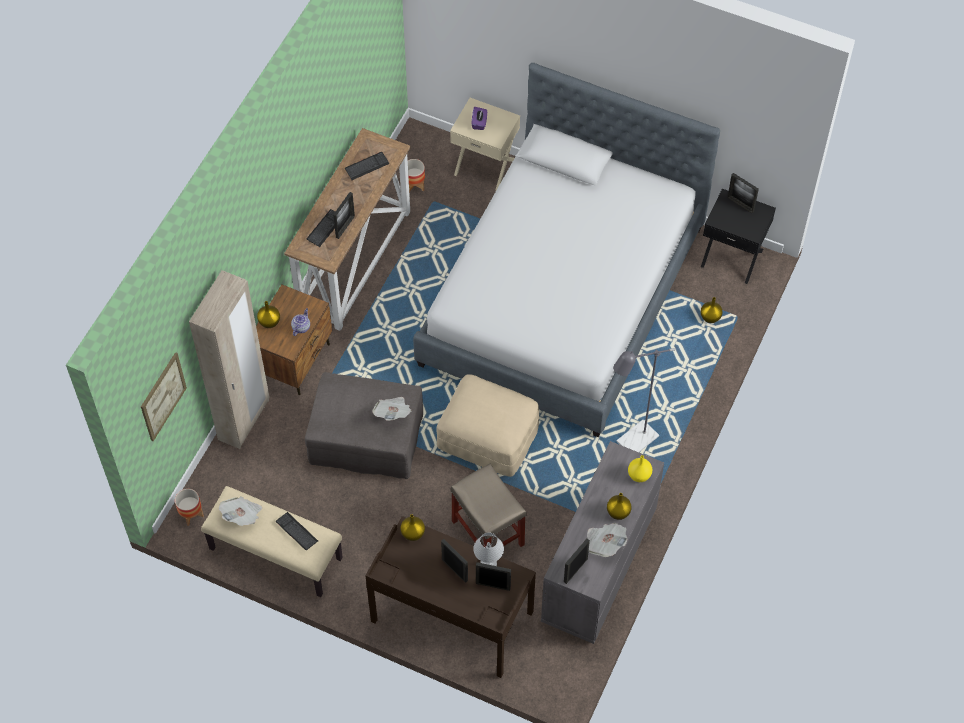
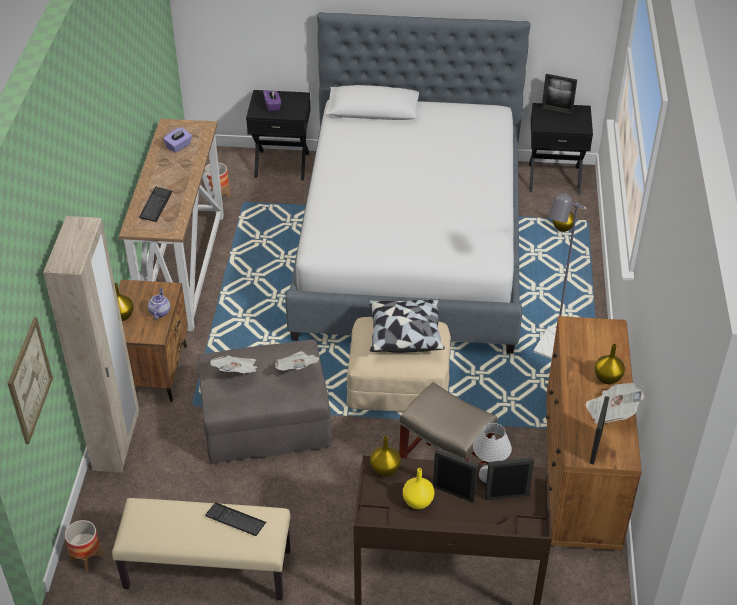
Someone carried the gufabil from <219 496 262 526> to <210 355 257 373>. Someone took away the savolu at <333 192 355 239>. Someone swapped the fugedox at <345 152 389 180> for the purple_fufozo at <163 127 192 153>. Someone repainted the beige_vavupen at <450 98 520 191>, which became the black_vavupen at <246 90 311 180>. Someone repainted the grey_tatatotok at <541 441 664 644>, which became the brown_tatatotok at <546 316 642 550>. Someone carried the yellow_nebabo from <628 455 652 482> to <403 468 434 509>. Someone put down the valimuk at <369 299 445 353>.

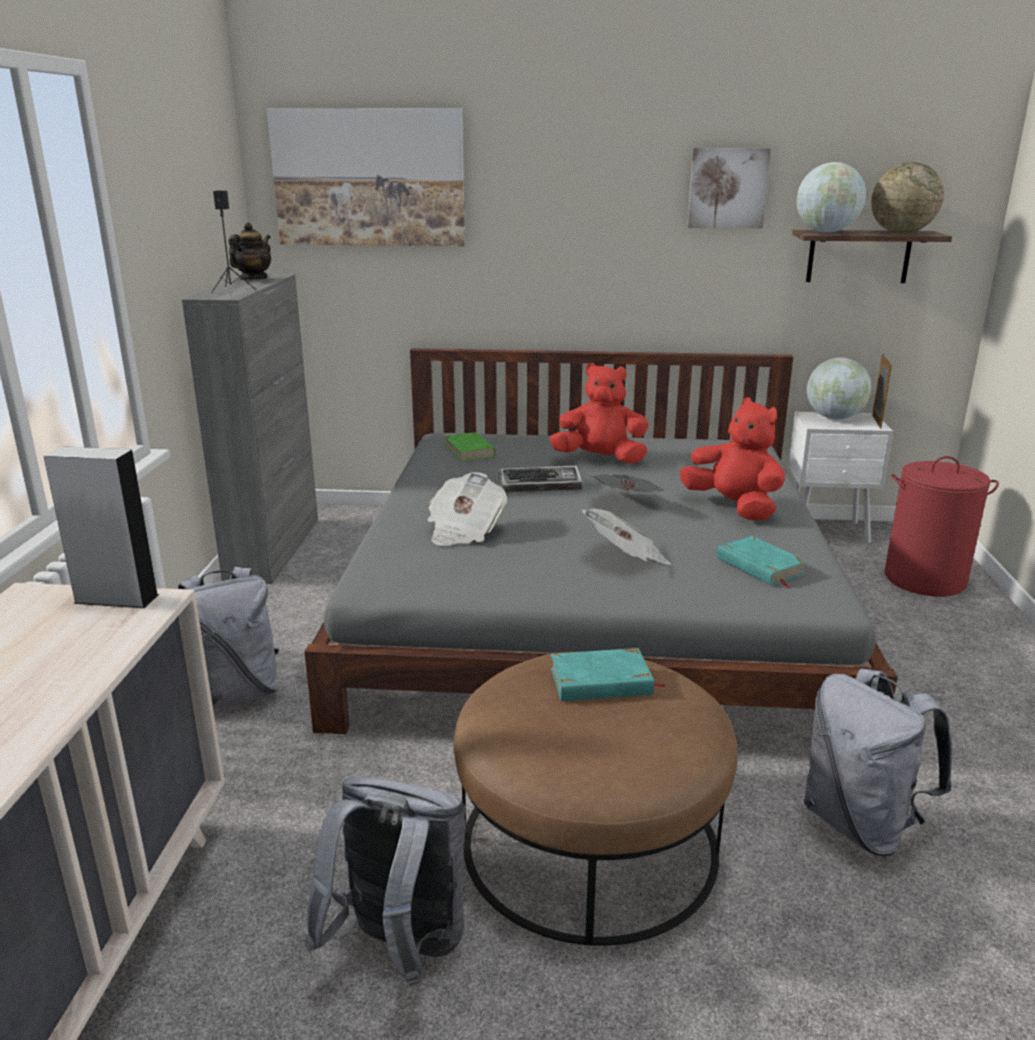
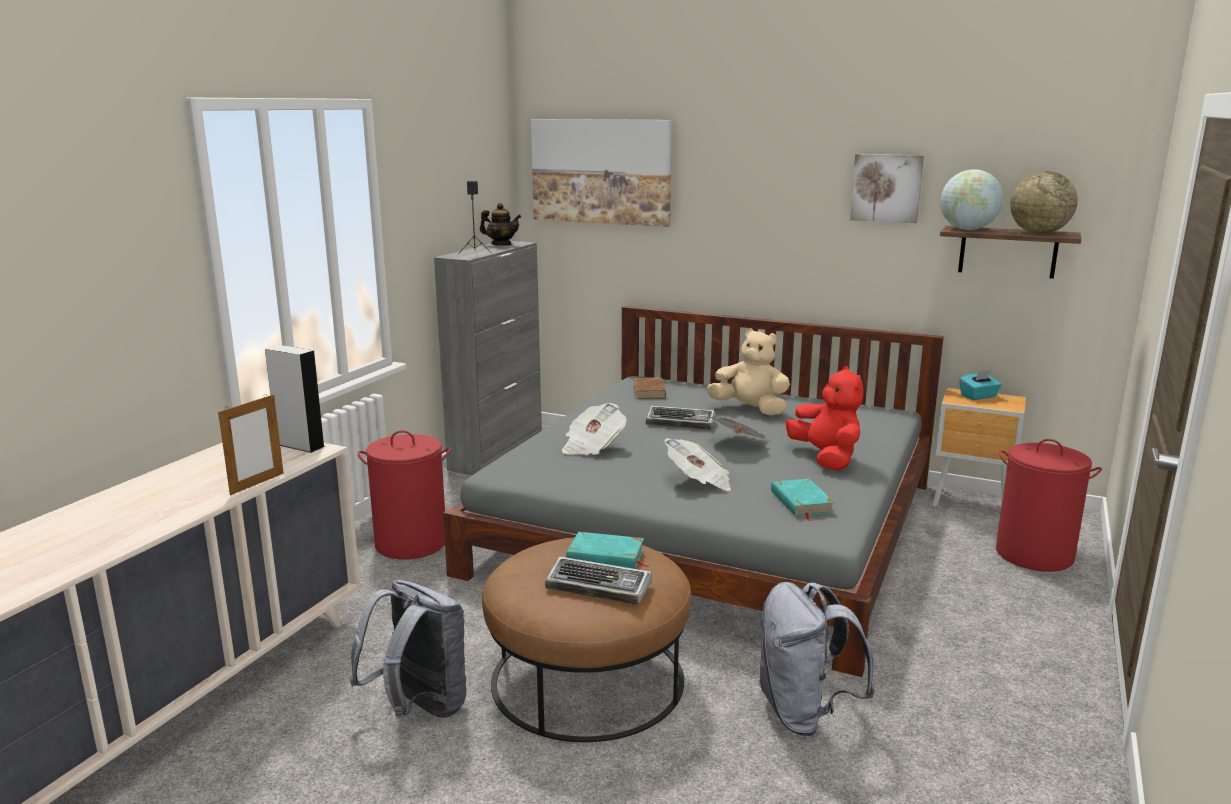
Someone swapped the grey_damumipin at <178 567 279 709> for the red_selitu at <358 430 451 559>. Someone rotated the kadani at <229 222 271 280> by 60 degrees clockwise. Someone repainted the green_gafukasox at <444 432 495 462>, which became the brown_gafukasox at <633 378 666 399>. Someone repainted the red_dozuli at <549 363 649 464>, which became the beige_dozuli at <706 328 790 415>. Someone repainted the white_vavupen at <788 412 893 544>, which became the brown_vavupen at <932 388 1026 507>. Someone swapped the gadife at <807 357 871 419> for the turquoise_fufozo at <959 371 1002 400>. Someone carried the savolu from <872 353 892 429> to <218 394 284 495>. Someone put down the fugedox at <545 556 652 605>.

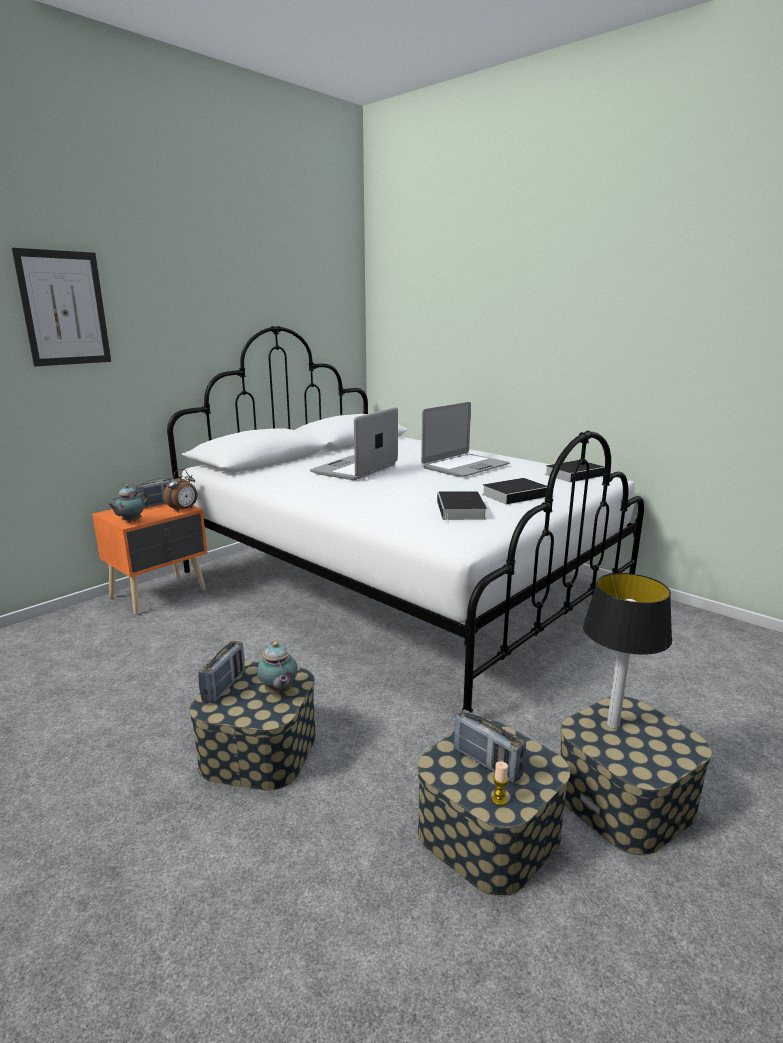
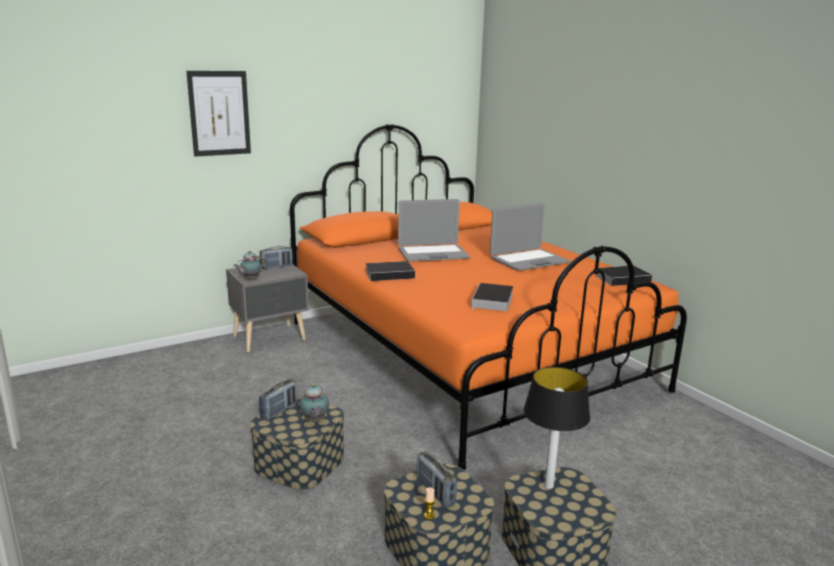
Someone repainted the orange_vavupen at <92 504 207 615>, which became the grey_vavupen at <226 265 309 352>. Someone took away the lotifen at <164 469 197 512>. Someone repainted the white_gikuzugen at <167 326 644 712>, which became the orange_gikuzugen at <290 124 687 470>. Someone rotated the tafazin at <310 407 398 480> by 150 degrees counterclockwise. Someone carried the gafukasox from <482 478 554 504> to <365 261 422 281>.

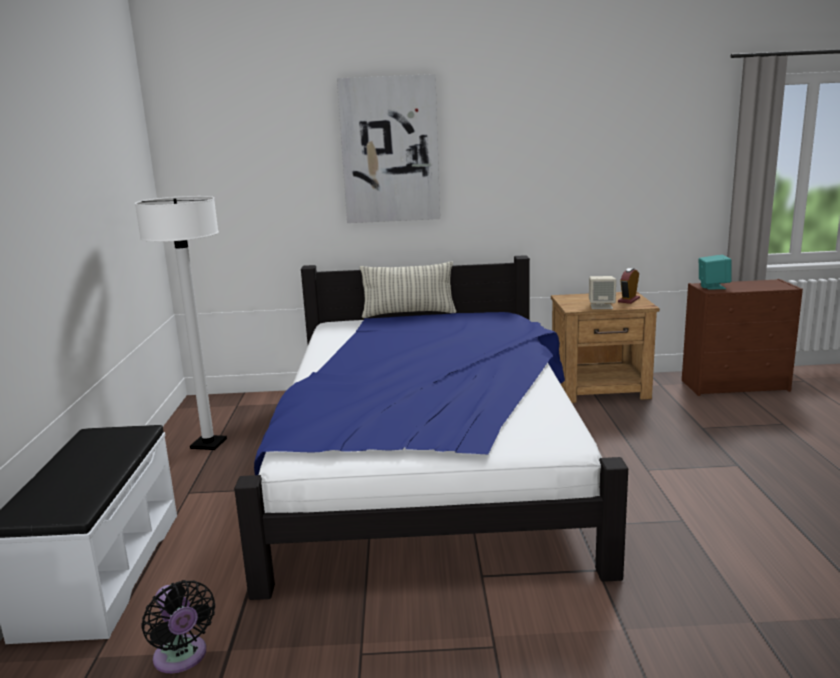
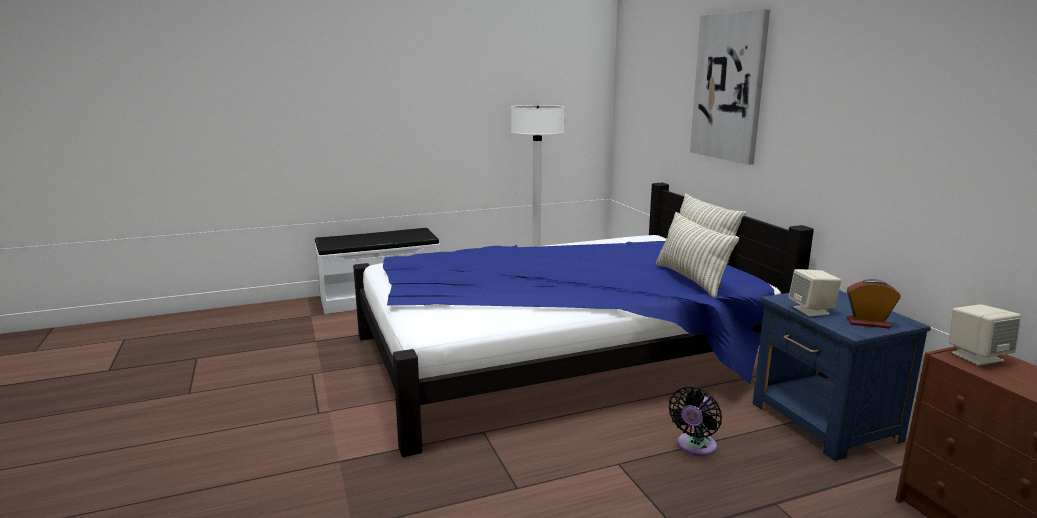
Someone carried the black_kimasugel from <141 580 215 673> to <669 386 722 456>. Someone repainted the brown_vavupen at <551 292 660 403>, which became the blue_vavupen at <753 290 931 461>. Someone repainted the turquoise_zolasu at <699 255 732 290>, which became the beige_zolasu at <948 304 1021 366>. Someone put down the valimuk at <656 212 739 298>.

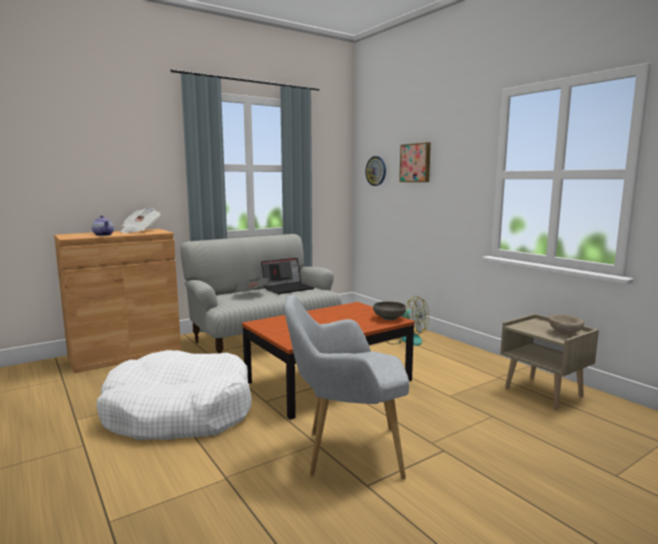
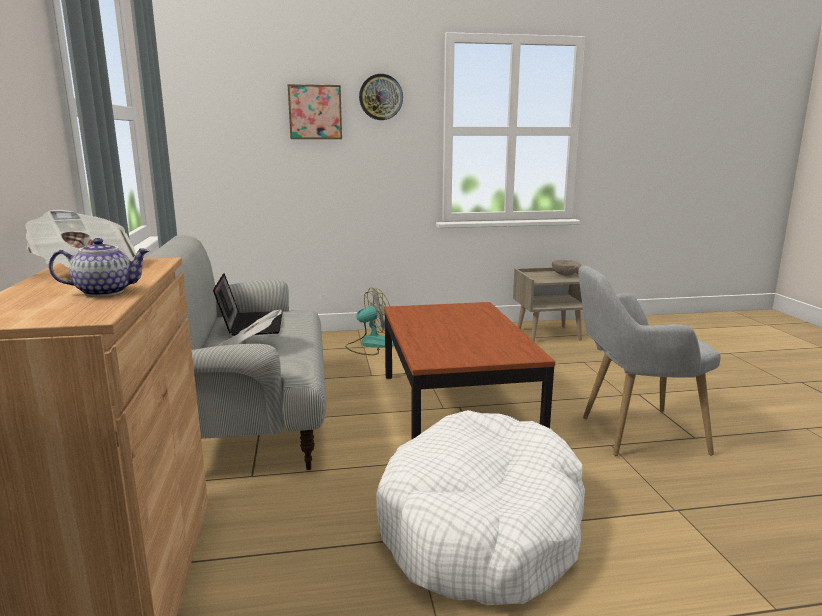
Someone rotated the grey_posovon at <284 295 409 480> by 60 degrees clockwise. Someone carried the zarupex from <365 156 386 186> to <359 74 403 120>. Someone took away the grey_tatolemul at <373 301 406 320>.

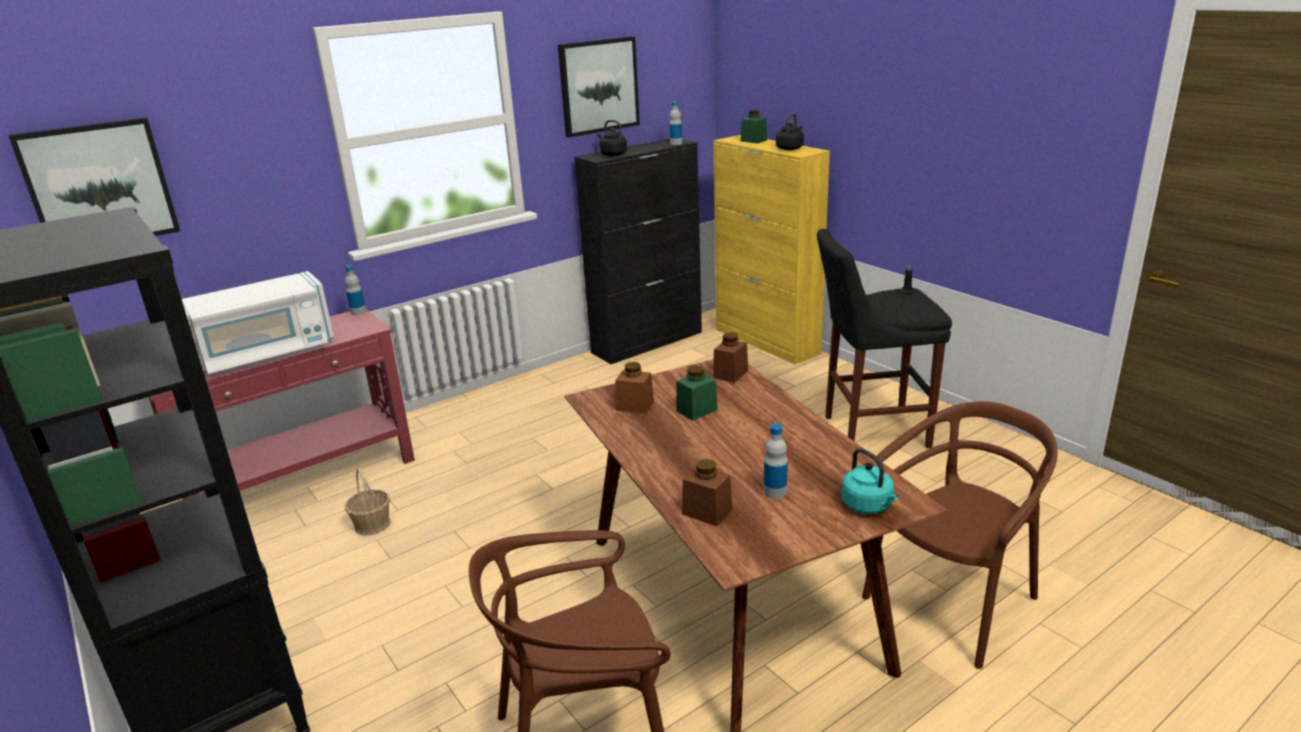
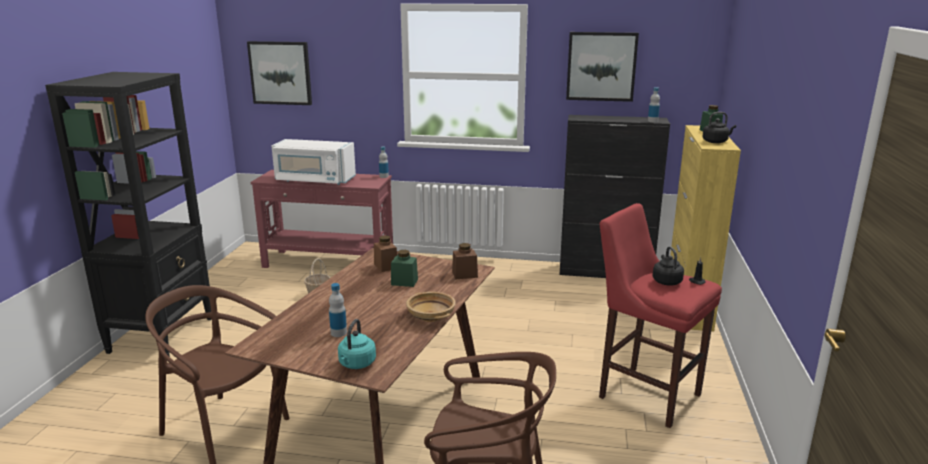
Someone carried the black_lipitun from <597 120 627 156> to <653 246 684 286>. Someone took away the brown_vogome at <682 459 732 526>. Someone repainted the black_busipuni at <817 229 952 448>, which became the red_busipuni at <599 203 722 428>. Someone put down the beige_tatolemul at <406 292 456 322>.

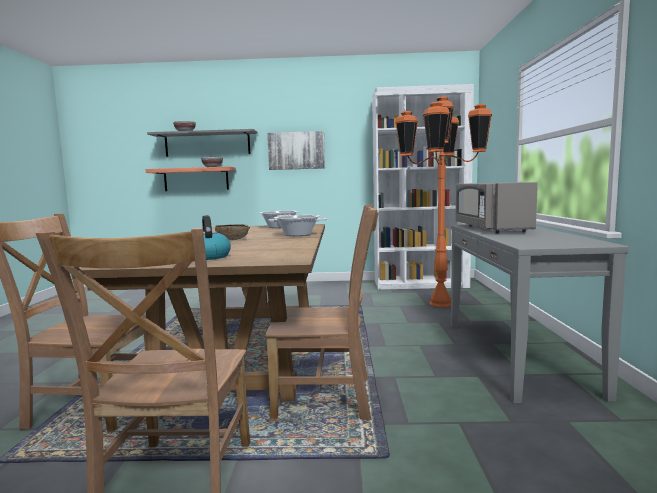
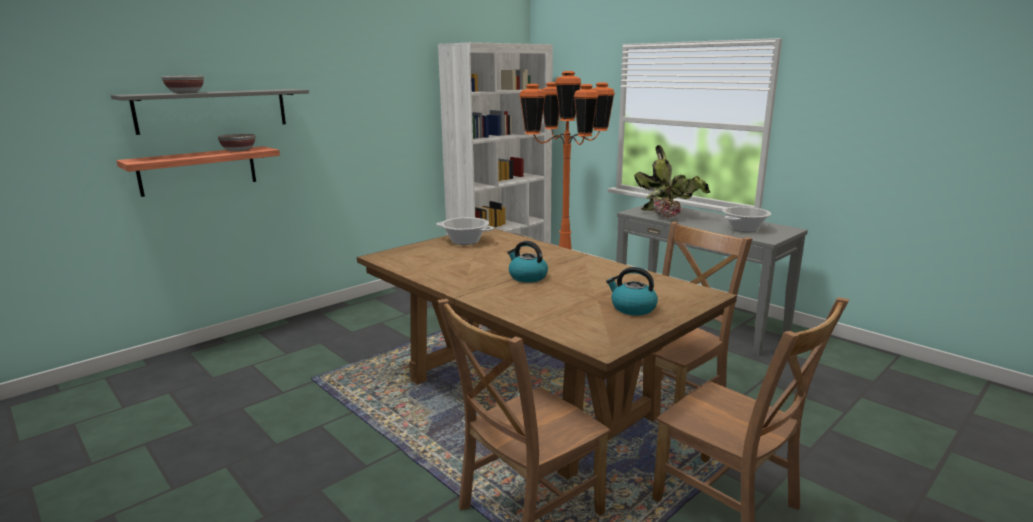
Someone swapped the brown_tatolemul at <215 224 250 240> for the lipitun at <507 241 548 283>. Someone took away the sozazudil at <267 131 325 170>. Someone carried the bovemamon from <268 215 327 236> to <722 207 771 232>. Someone swapped the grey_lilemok at <456 182 538 233> for the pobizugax at <634 145 710 218>.

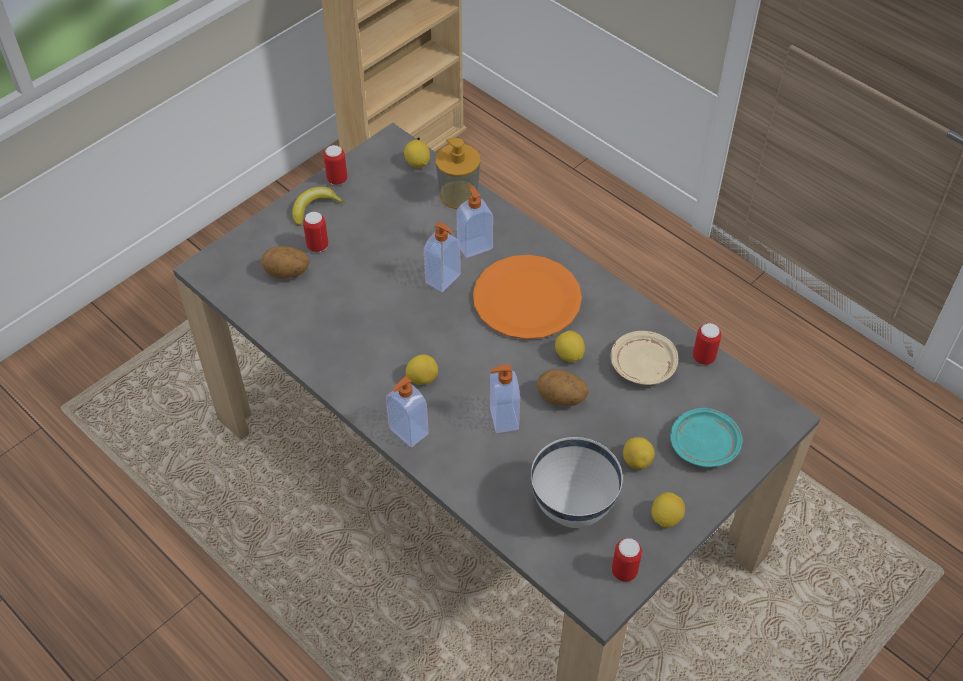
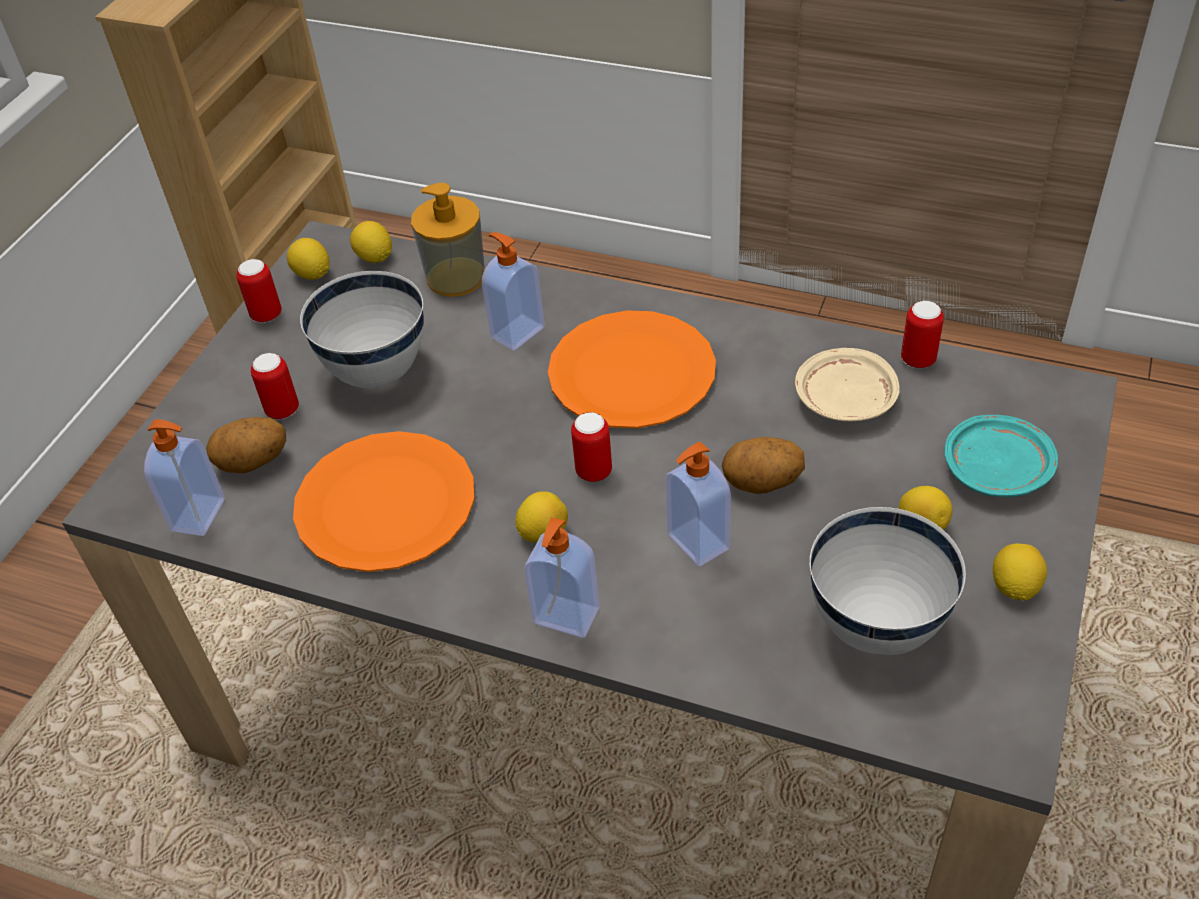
Someone took away the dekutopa at <292 187 344 226>. Someone carried the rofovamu from <424 222 461 292> to <144 419 225 536>. Someone carried the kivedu from <555 330 585 362> to <287 238 330 280>. Someone carried the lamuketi from <612 538 642 582> to <571 412 612 482>. Someone put down the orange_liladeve at <293 431 475 572>. Someone put down the white_tatolemul at <300 271 424 388>.

